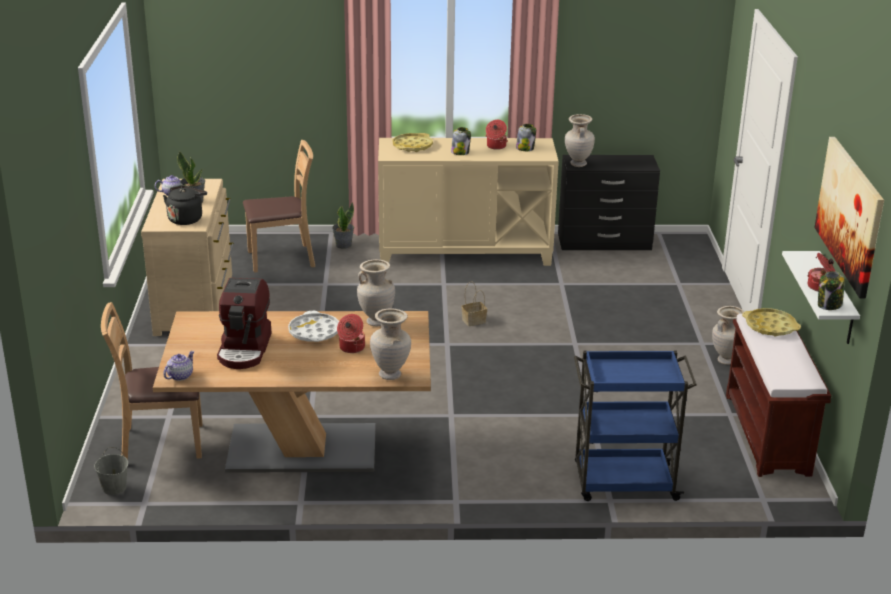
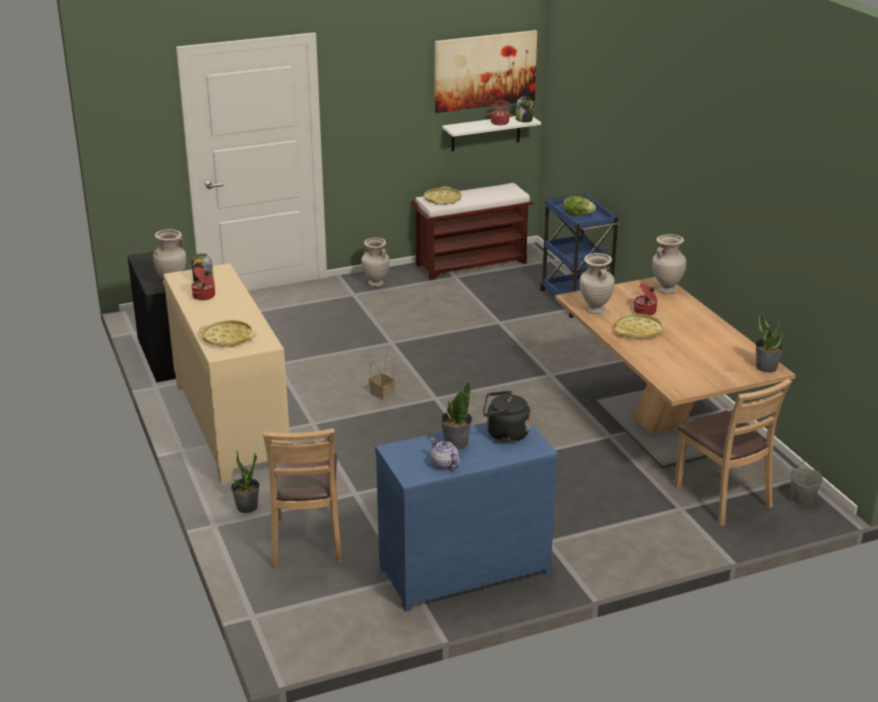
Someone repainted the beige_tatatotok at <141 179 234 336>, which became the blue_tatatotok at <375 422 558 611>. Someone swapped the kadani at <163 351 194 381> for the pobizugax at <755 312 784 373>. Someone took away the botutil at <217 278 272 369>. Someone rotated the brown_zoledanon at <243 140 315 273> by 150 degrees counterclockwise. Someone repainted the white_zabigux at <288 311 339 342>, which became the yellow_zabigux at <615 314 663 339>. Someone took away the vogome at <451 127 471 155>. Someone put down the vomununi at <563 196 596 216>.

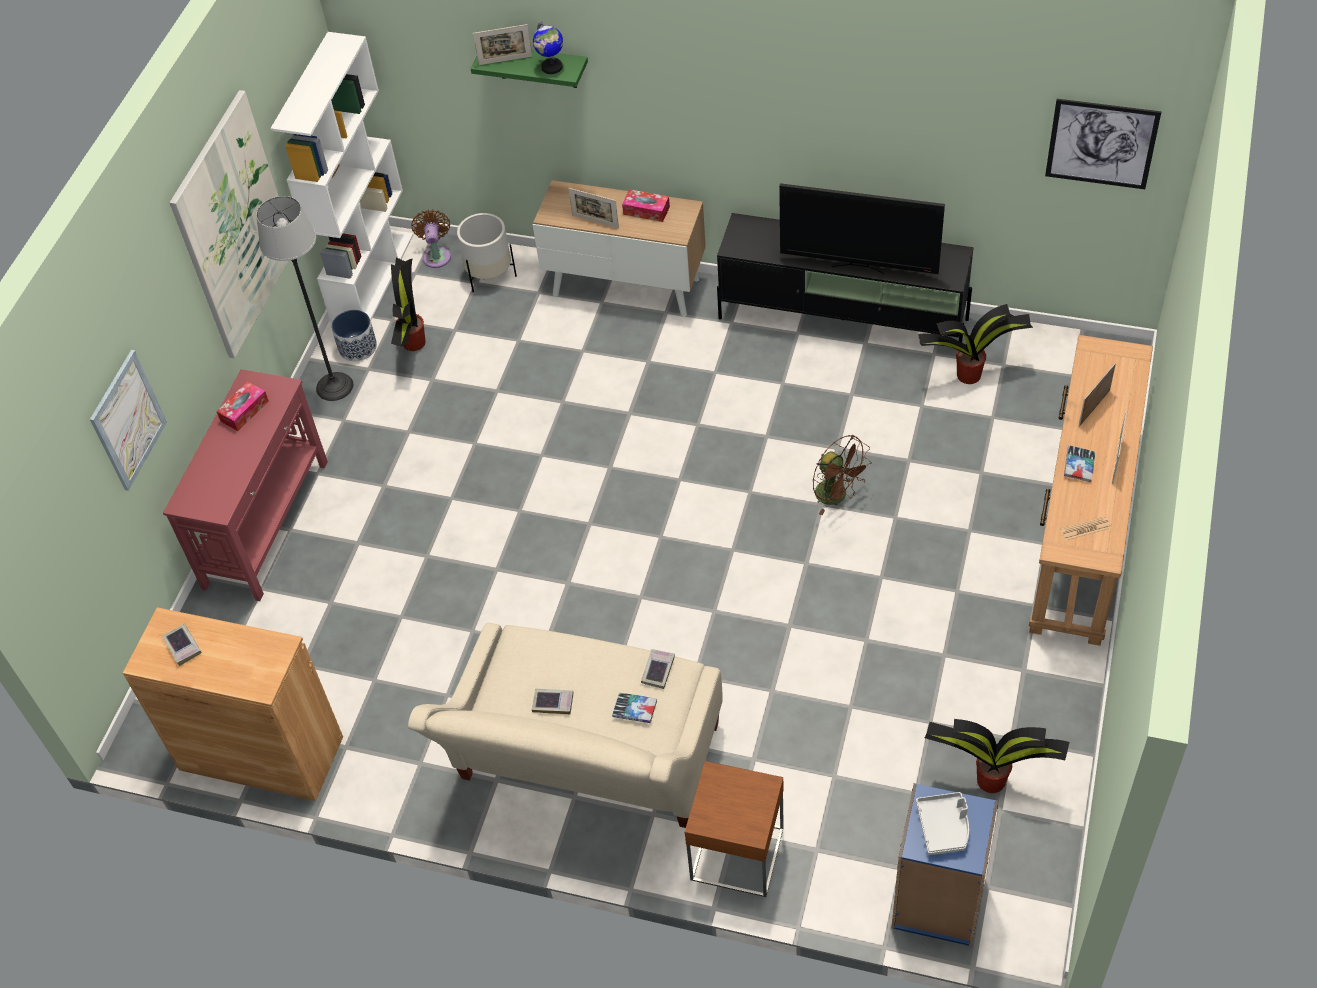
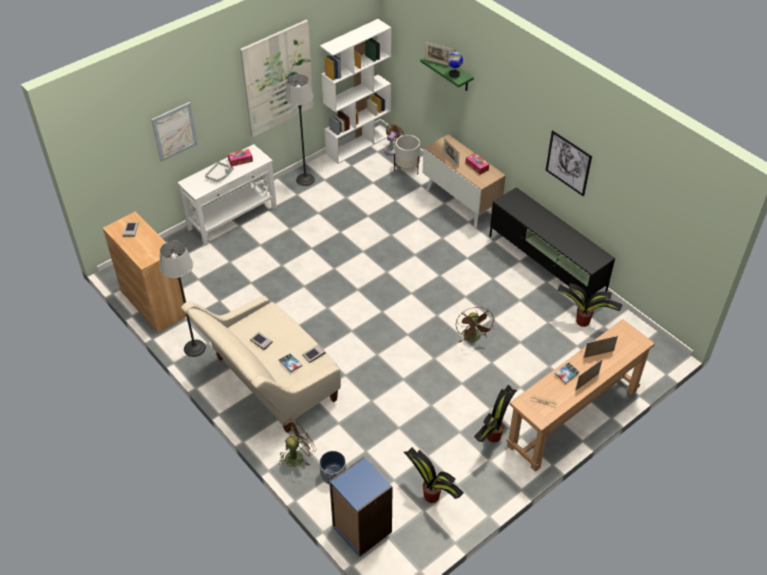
Someone repainted the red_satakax at <163 369 328 601>, which became the white_satakax at <177 144 277 246>. Someone carried the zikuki from <331 310 377 361> to <319 451 346 485>. Someone carried the pobizugax from <391 257 426 351> to <474 384 517 442>. Someone swapped the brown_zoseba at <685 761 784 897> for the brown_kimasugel at <280 419 316 467>. Someone took away the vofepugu at <779 183 945 274>. Someone carried the grey_zabigux from <916 792 969 855> to <205 162 234 182>. Someone carried the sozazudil from <1045 99 1161 189> to <546 130 592 197>. Someone put down the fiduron at <160 240 206 357>.

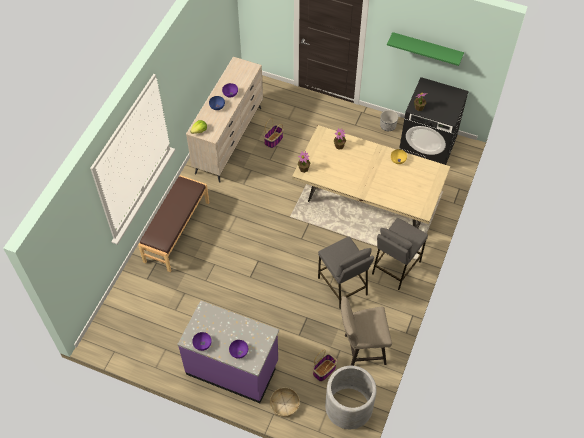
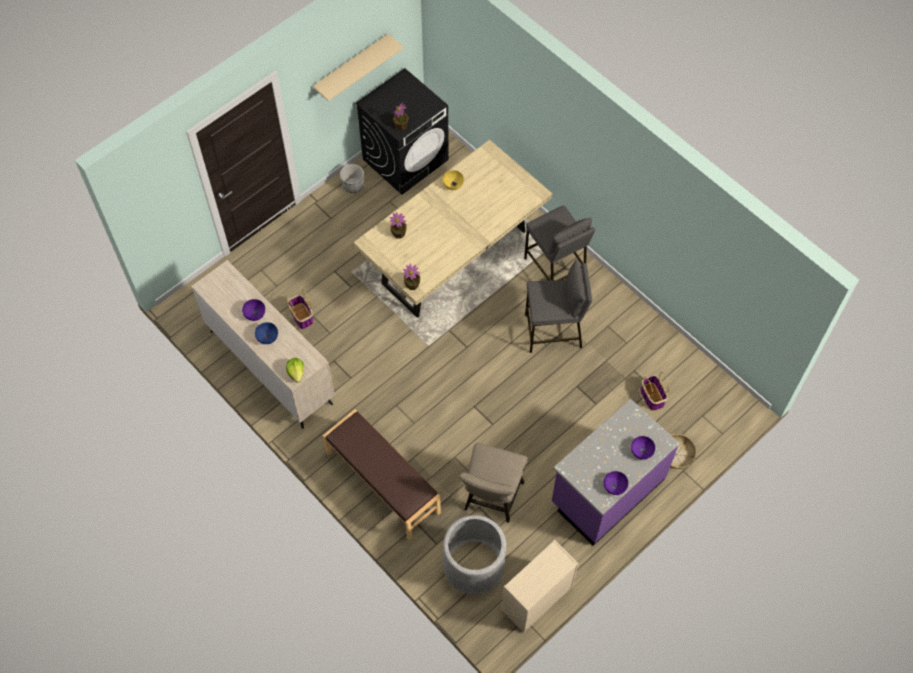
Someone carried the grey_zikuki from <325 366 377 429> to <443 515 507 595>. Someone carried the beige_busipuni from <341 296 392 366> to <459 443 528 523>. Someone repainted the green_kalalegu at <387 32 464 66>, which became the beige_kalalegu at <313 34 404 101>. Someone put down the beige_tatatotok at <501 540 579 633>.

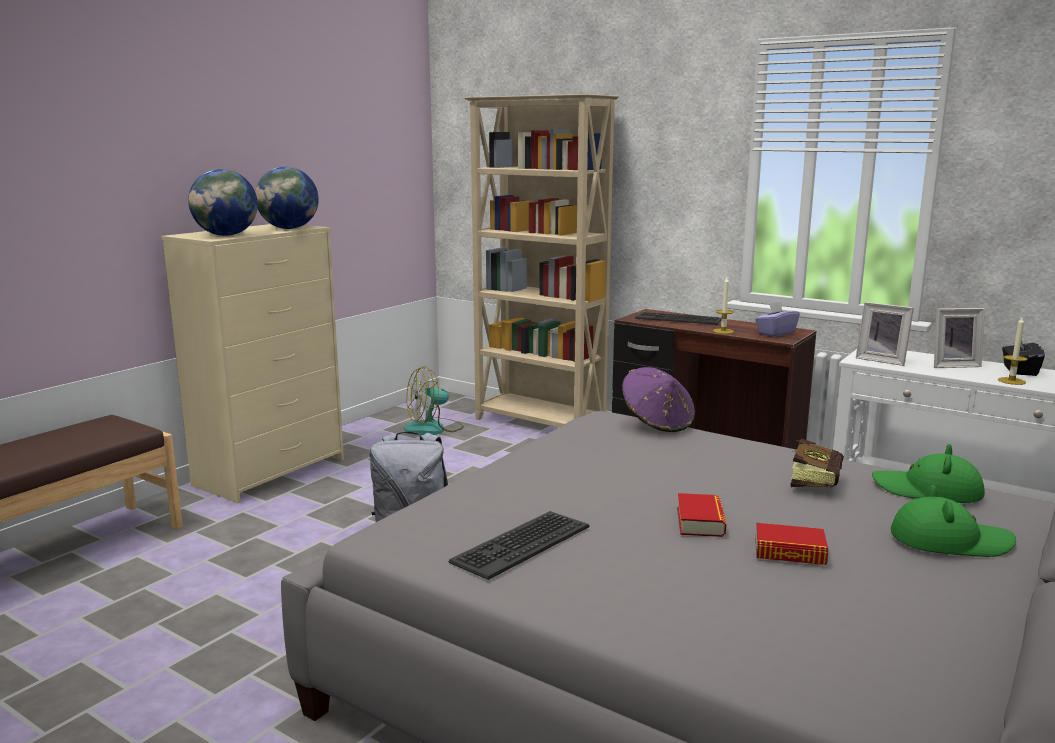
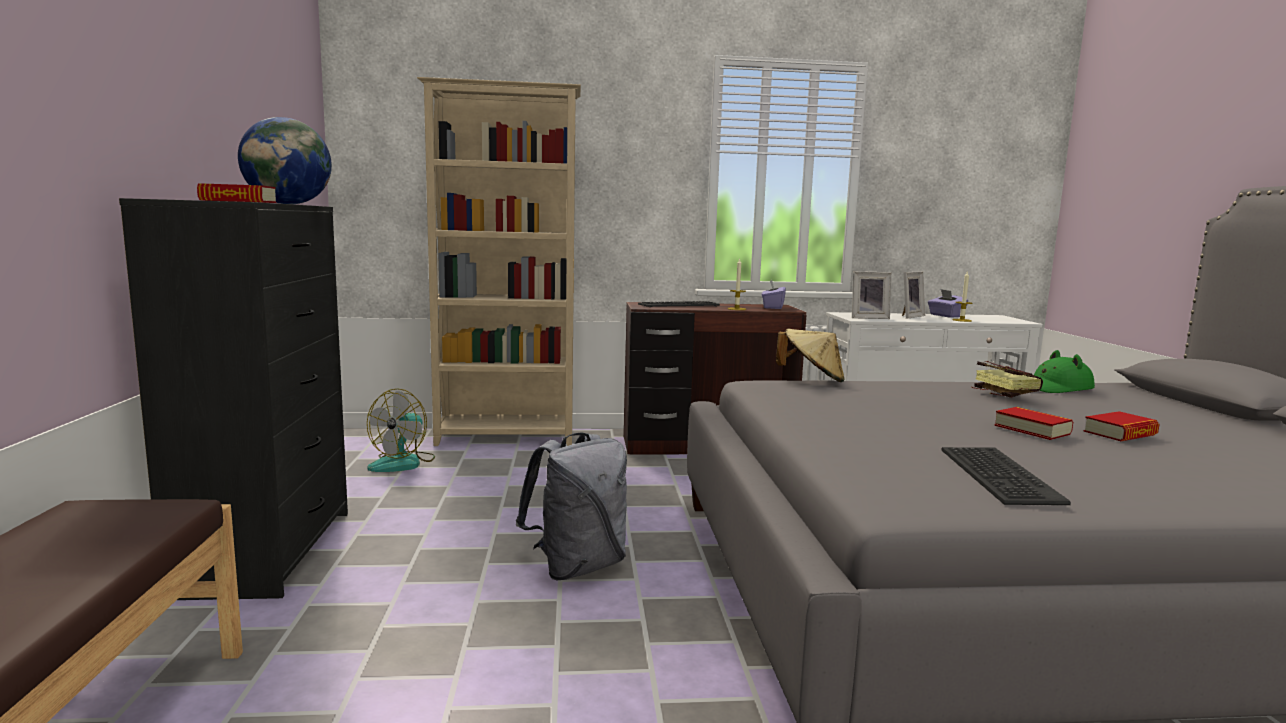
Someone repainted the beige_tatatotok at <161 224 344 503>, which became the black_tatatotok at <119 198 348 600>. Someone swapped the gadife at <188 169 258 236> for the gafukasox at <197 183 276 203>. Someone repainted the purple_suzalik at <622 367 695 432>, which became the beige_suzalik at <776 329 845 382>. Someone took away the green_suzalik at <891 485 1016 557>. Someone repainted the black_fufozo at <1002 339 1045 376>, which became the purple_fufozo at <928 289 968 317>.

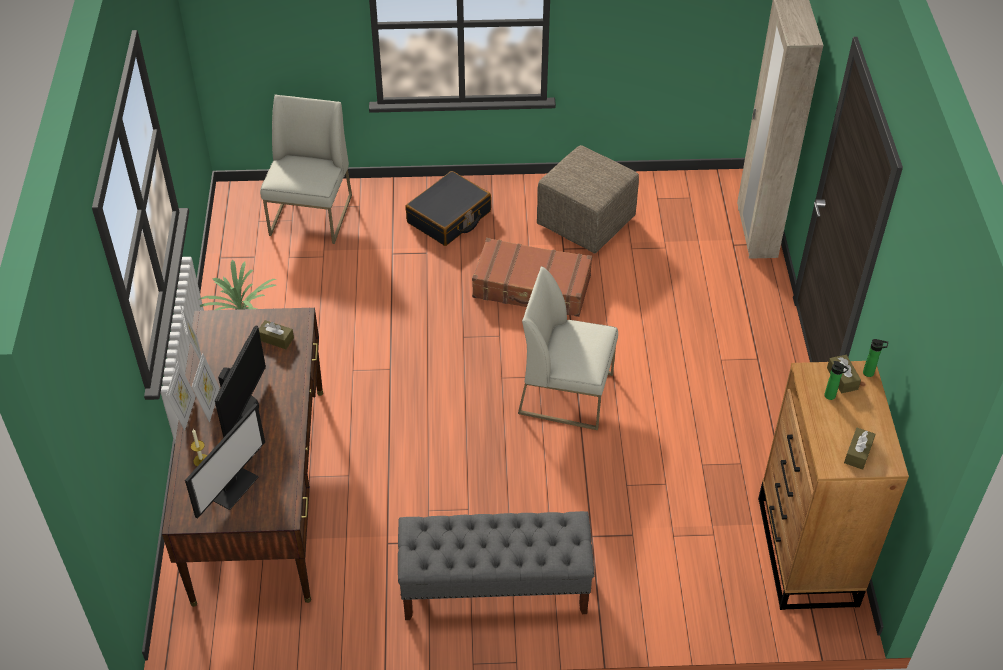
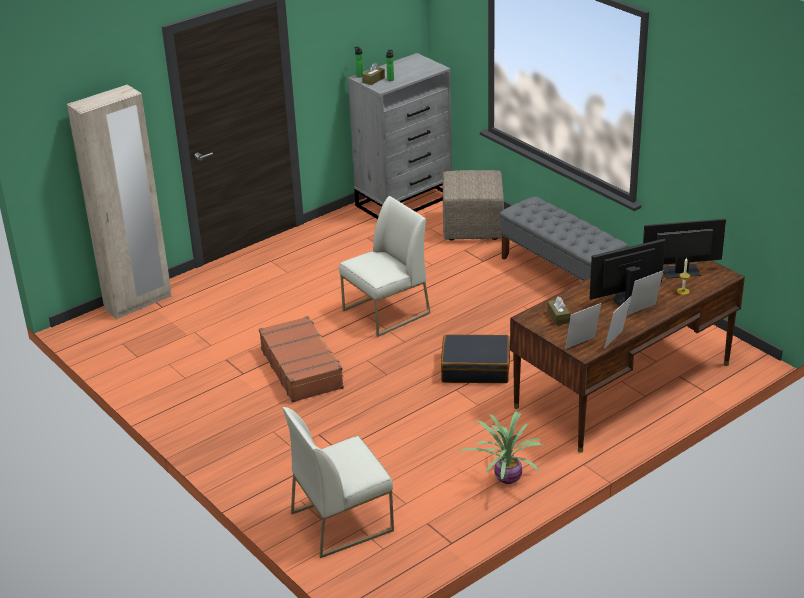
Someone carried the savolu from <166 361 196 431> to <565 303 601 349>. Someone carried the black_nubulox from <405 171 491 246> to <441 335 510 383>. Someone rotated the white_zoledanon at <518 266 618 430> by 105 degrees counterclockwise. Someone carried the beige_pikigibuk from <537 145 639 253> to <443 170 504 241>. Someone repainted the brown_tatatotok at <758 361 909 610>, which became the grey_tatatotok at <348 53 452 219>. Someone took away the brown_fufozo at <844 428 876 470>.

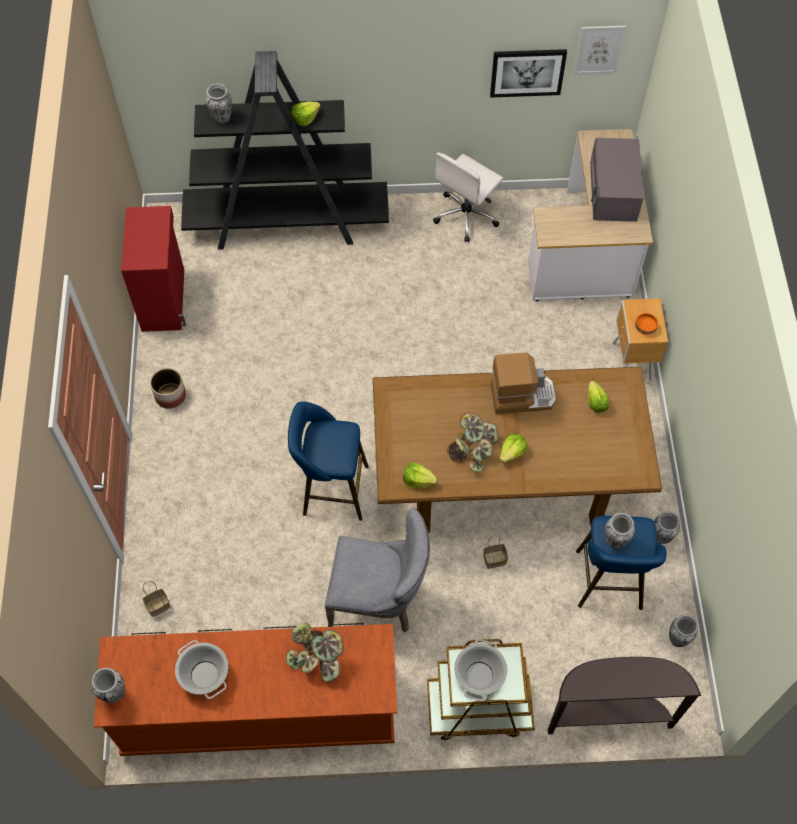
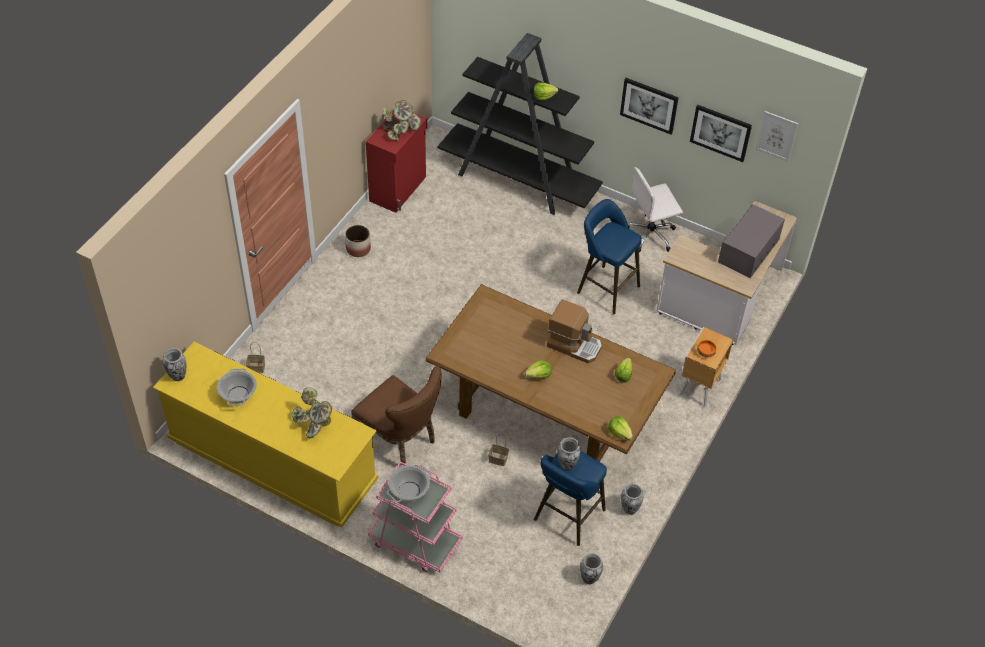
Someone repainted the brown_tatatotok at <94 623 397 756>, which became the yellow_tatatotok at <153 342 378 527>. Someone took away the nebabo at <206 83 232 124>. Someone carried the blue_busipuni from <288 401 369 521> to <577 199 642 314>. Someone repainted the grey_zoledanon at <325 509 430 633>, which became the brown_zoledanon at <351 366 442 466>. Someone carried the vomununi from <403 462 438 488> to <608 416 633 440>. Someone repainted the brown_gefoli at <427 639 535 741>, which became the pink_gefoli at <368 462 463 573>. Someone carried the pobizugax from <447 413 499 472> to <383 100 421 141>. Someone took away the brown_satakax at <548 657 701 734>. Someone put up the sozazudil at <620 78 679 134>.

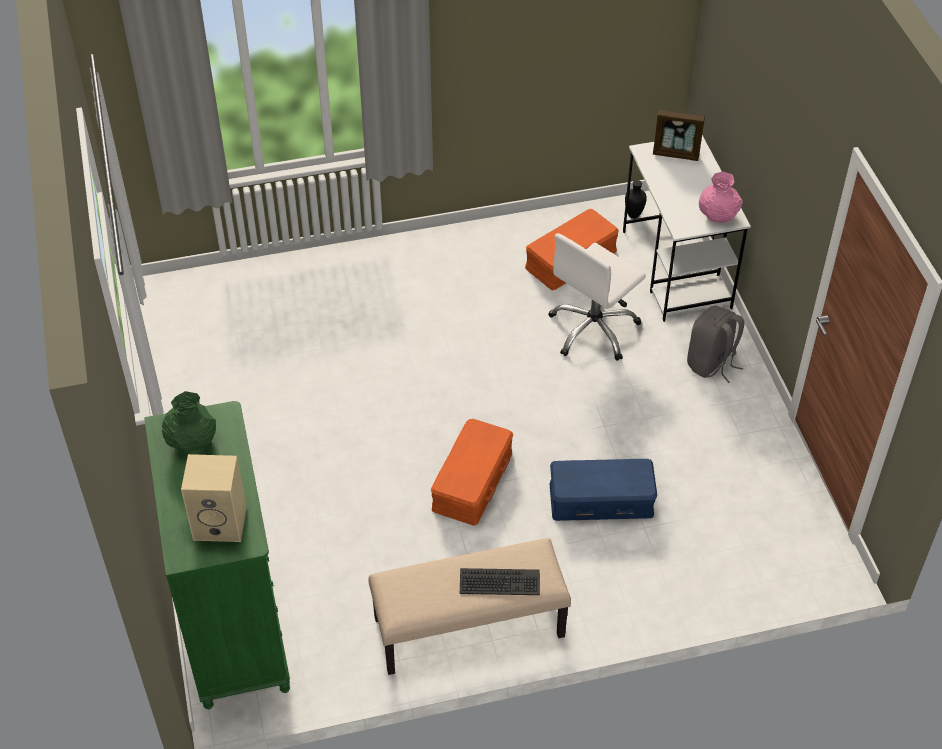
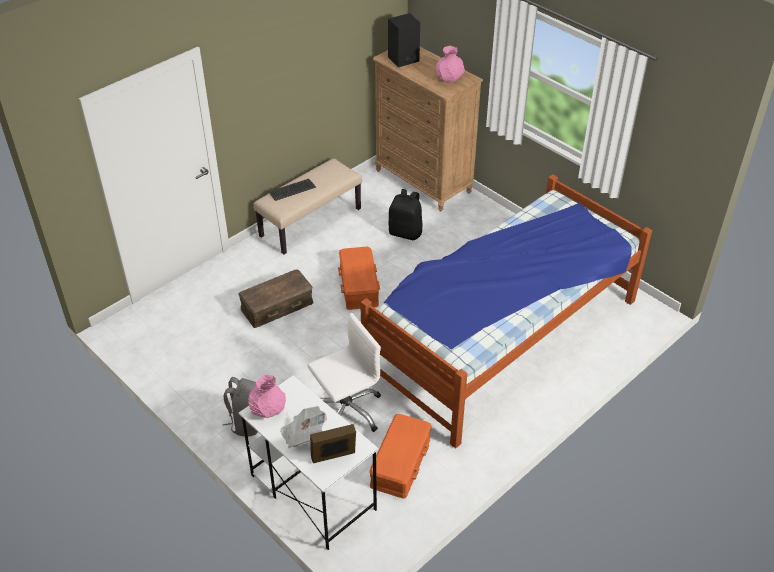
Someone repainted the green_tatatotok at <144 401 290 709>, which became the brown_tatatotok at <373 47 483 212>. Someone repainted the green_nebabo at <162 391 216 452>, which became the pink_nebabo at <436 46 465 83>. Someone repainted the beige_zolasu at <181 454 247 542>, which became the black_zolasu at <388 13 420 67>. Someone rotated the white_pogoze at <548 233 646 361> by 45 degrees clockwise. Someone repainted the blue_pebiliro at <550 459 657 521>, which became the brown_pebiliro at <238 269 313 328>. Someone took away the black_nebabo at <625 180 647 219>. Someone put down the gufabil at <280 406 327 448>. Someone put down the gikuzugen at <360 174 652 448>. Someone put down the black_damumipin at <389 189 422 240>.

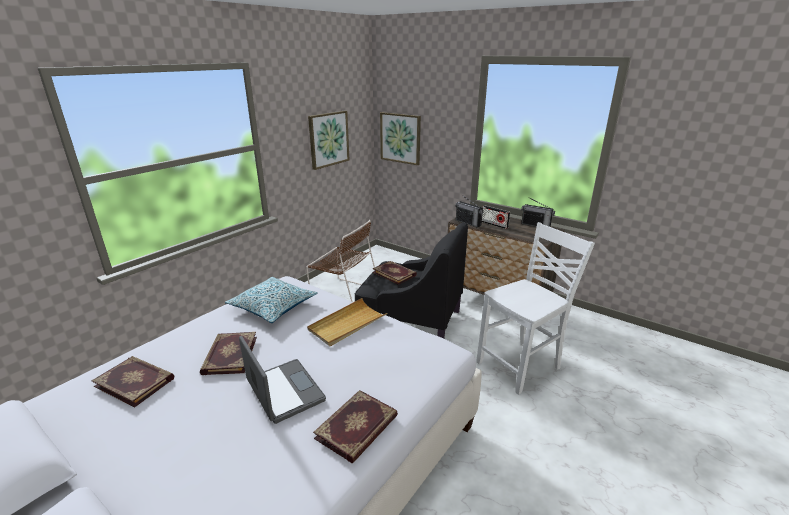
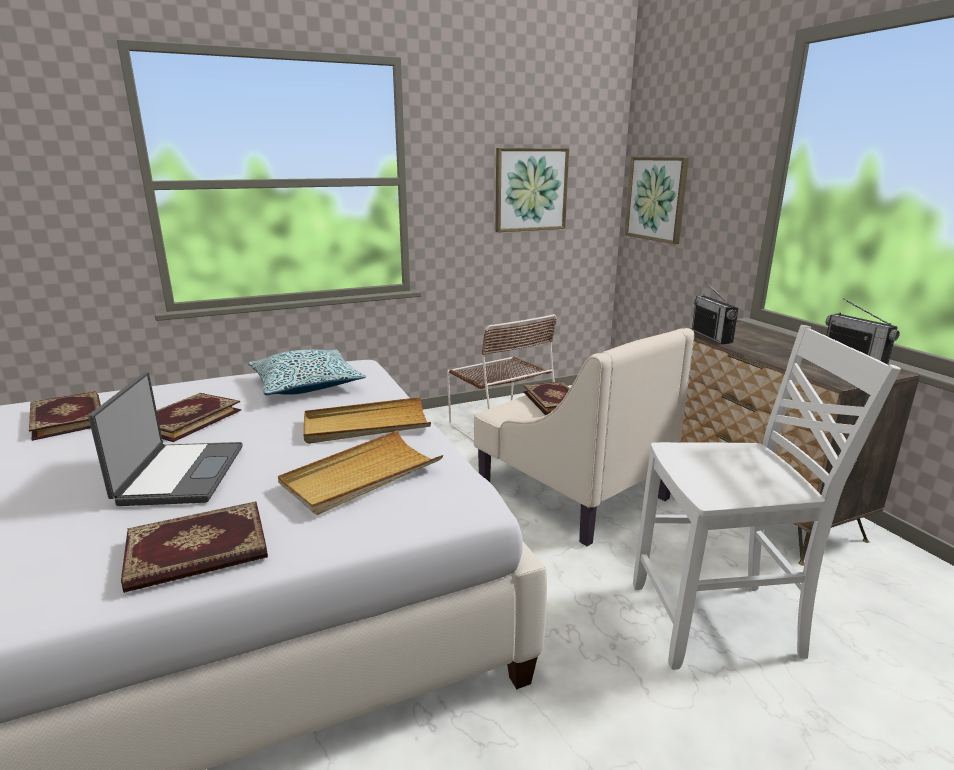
Someone repainted the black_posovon at <355 223 468 338>, which became the beige_posovon at <474 328 694 546>. Someone took away the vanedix at <482 206 510 229>. Someone put down the beige_zabigux at <278 430 443 515>.

